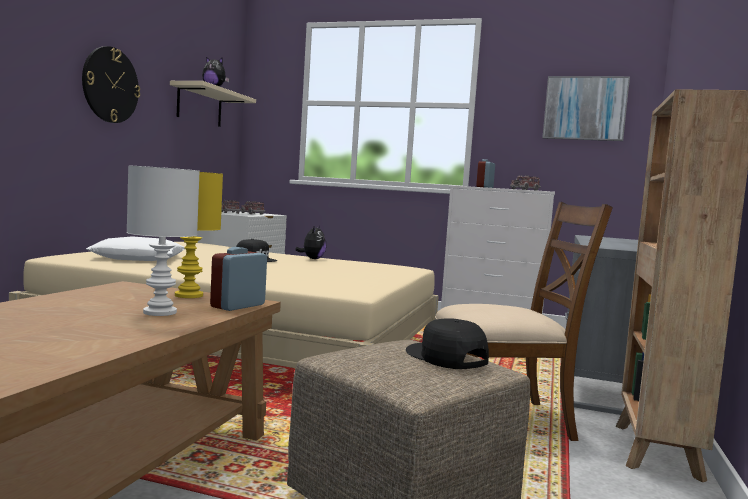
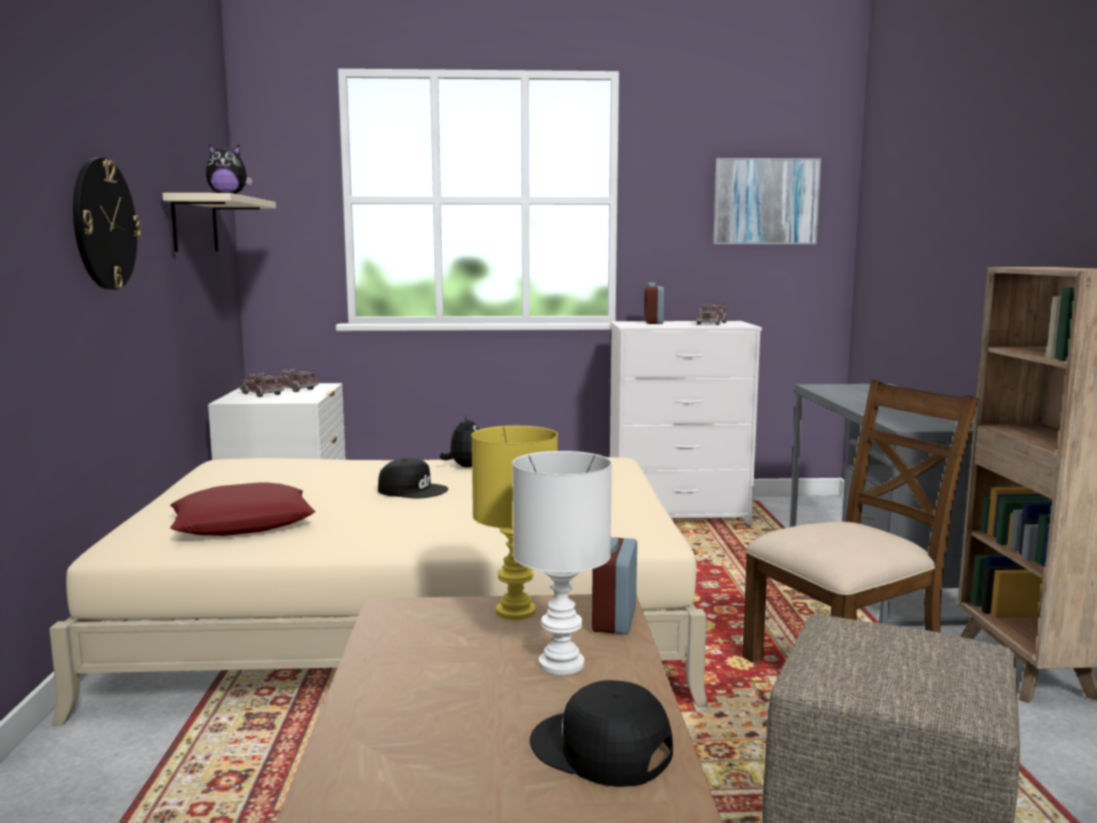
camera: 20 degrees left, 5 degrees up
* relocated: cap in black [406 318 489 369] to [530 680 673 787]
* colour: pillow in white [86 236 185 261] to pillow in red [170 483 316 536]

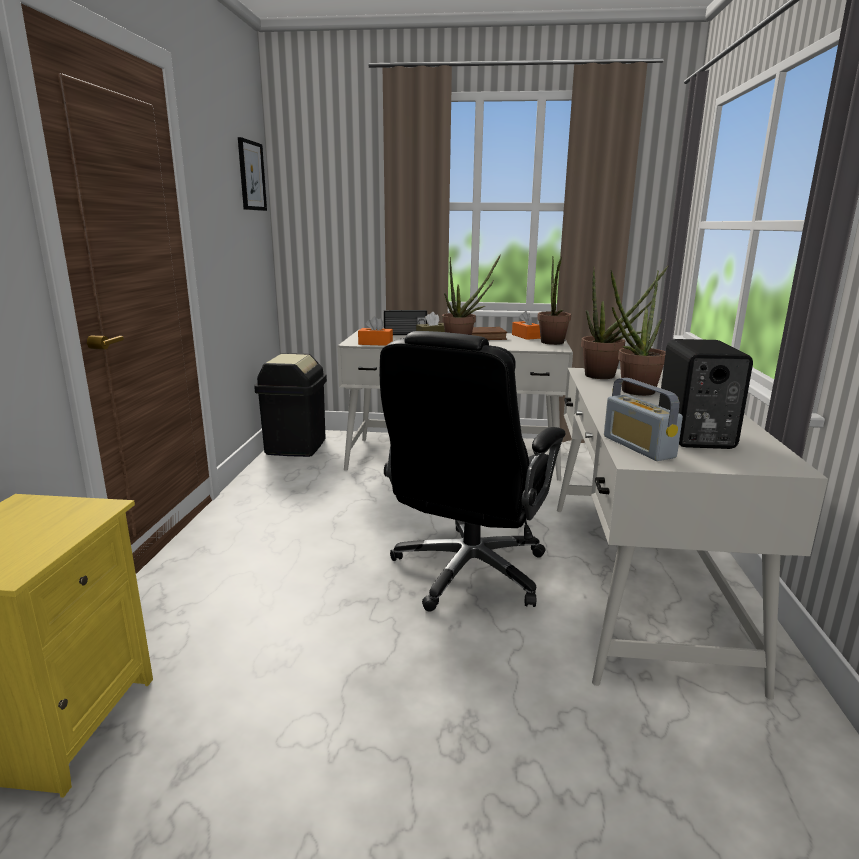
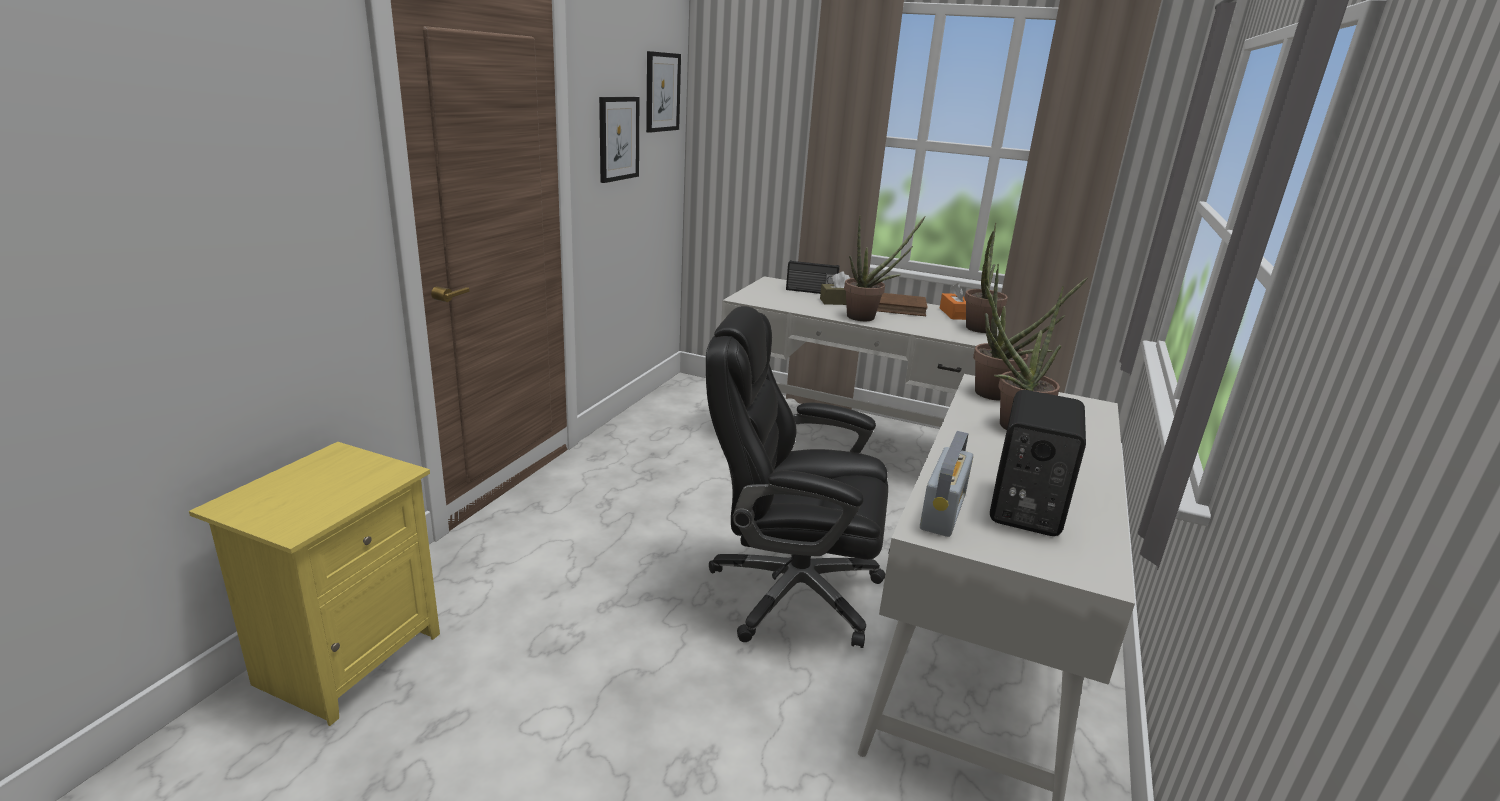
camera: 15 degrees right, 5 degrees up
* missing: trash can in black [254 353 327 457]
* missing: tissue box in orange [358 316 393 346]
* appeared: picture [599 97 639 183]
* spun: office chair in black [380 331 565 612] = [706 306 888 648] 60 degrees clockwise
* spun: radio [604 378 683 461] = [920 431 973 537] 150 degrees counterclockwise

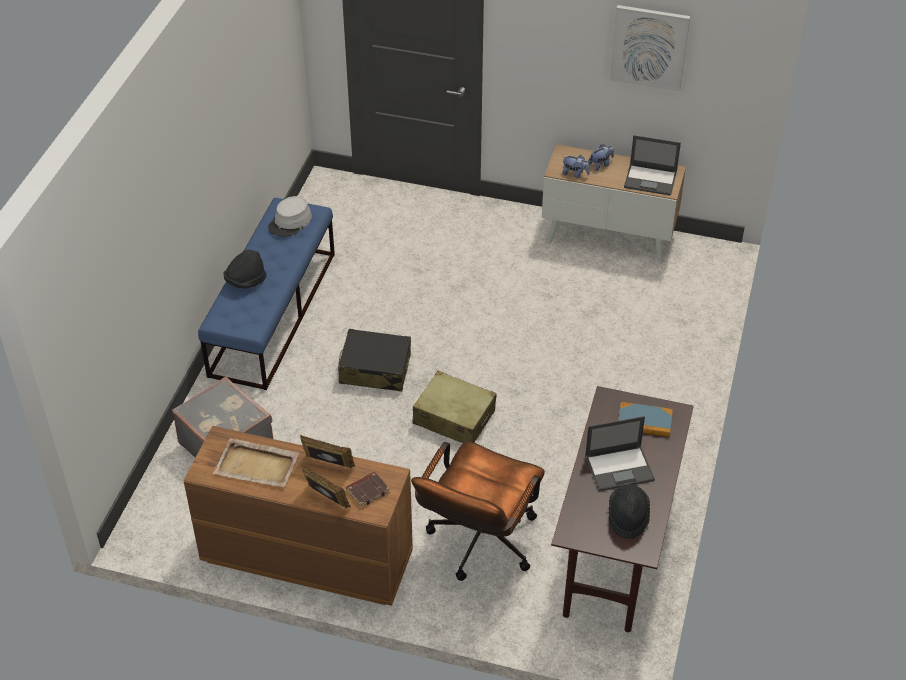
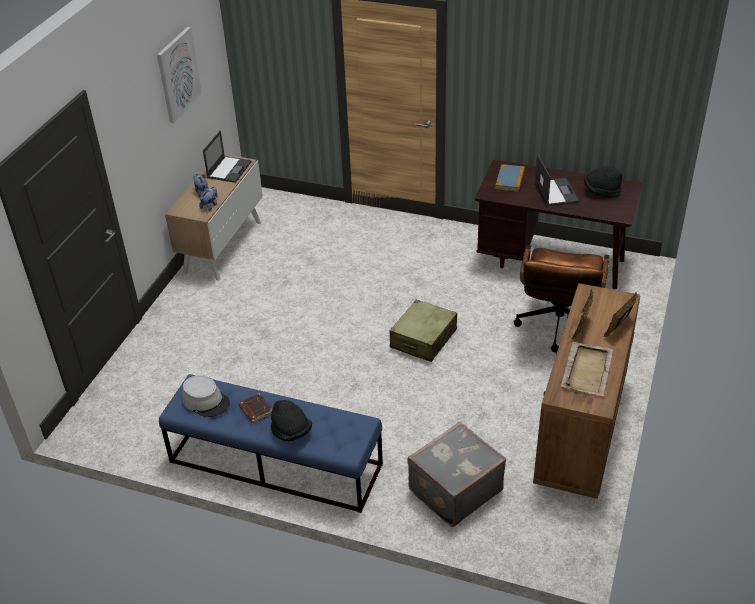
camera: 85 degrees left, 5 degrees down
* missing: suitcase in black [338 329 411 392]
* relocated: book in brown [346 471 390 508] to [238 393 272 423]
* spun: office chair in brown [411 441 545 581] = [513 245 609 352] 75 degrees clockwise

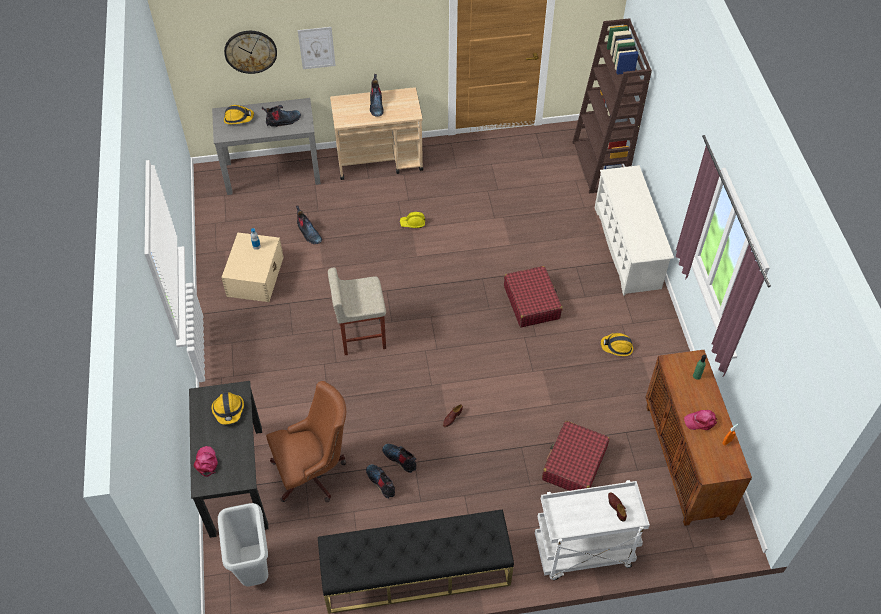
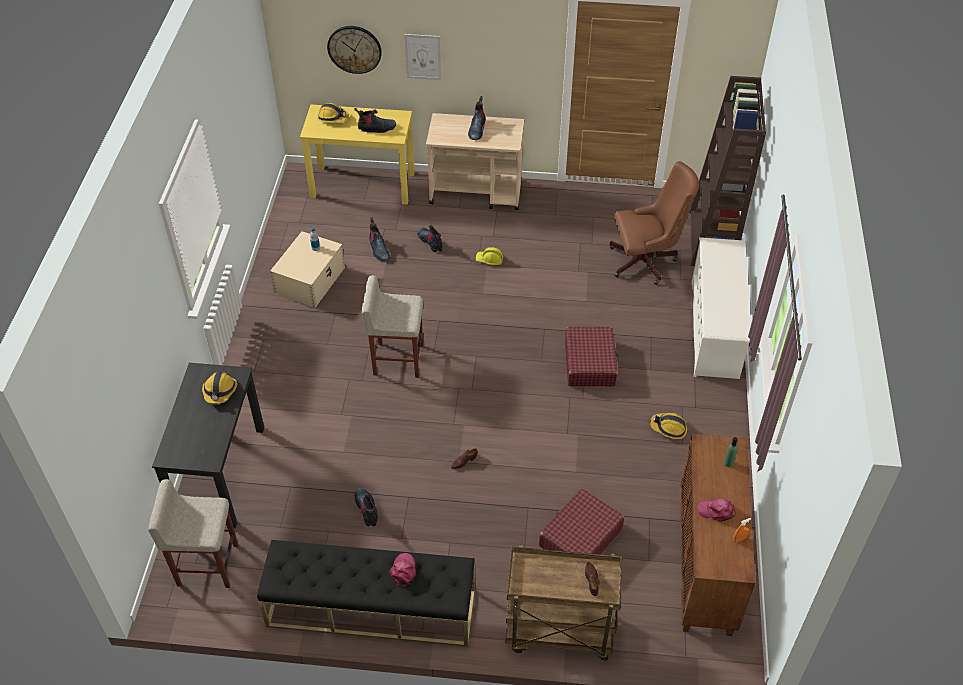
camera: 15 degrees right, 5 degrees down
* relocated: cap in pink [194 446 218 477] to [389 553 416 587]
* relocated: office chair in brown [266 381 346 502] to [609 161 699 285]
* relocated: boot [382 444 416 473] to [417 225 442 253]
* exchanged: trash can in grey [218 503 268 586] to stool in beige [148 479 238 588]
* colour: desk in grey [212 98 321 195] to desk in yellow [300 105 415 205]
* colour: cart in white [535 480 650 580] to cart in brown [505 545 622 661]

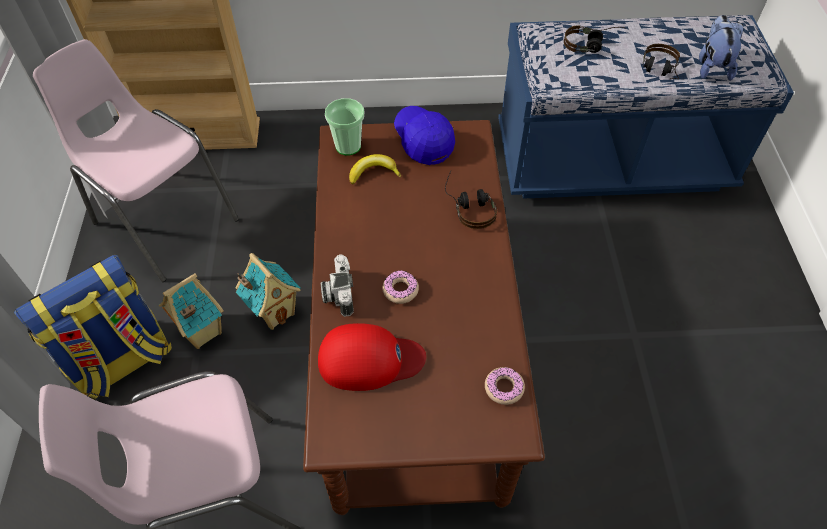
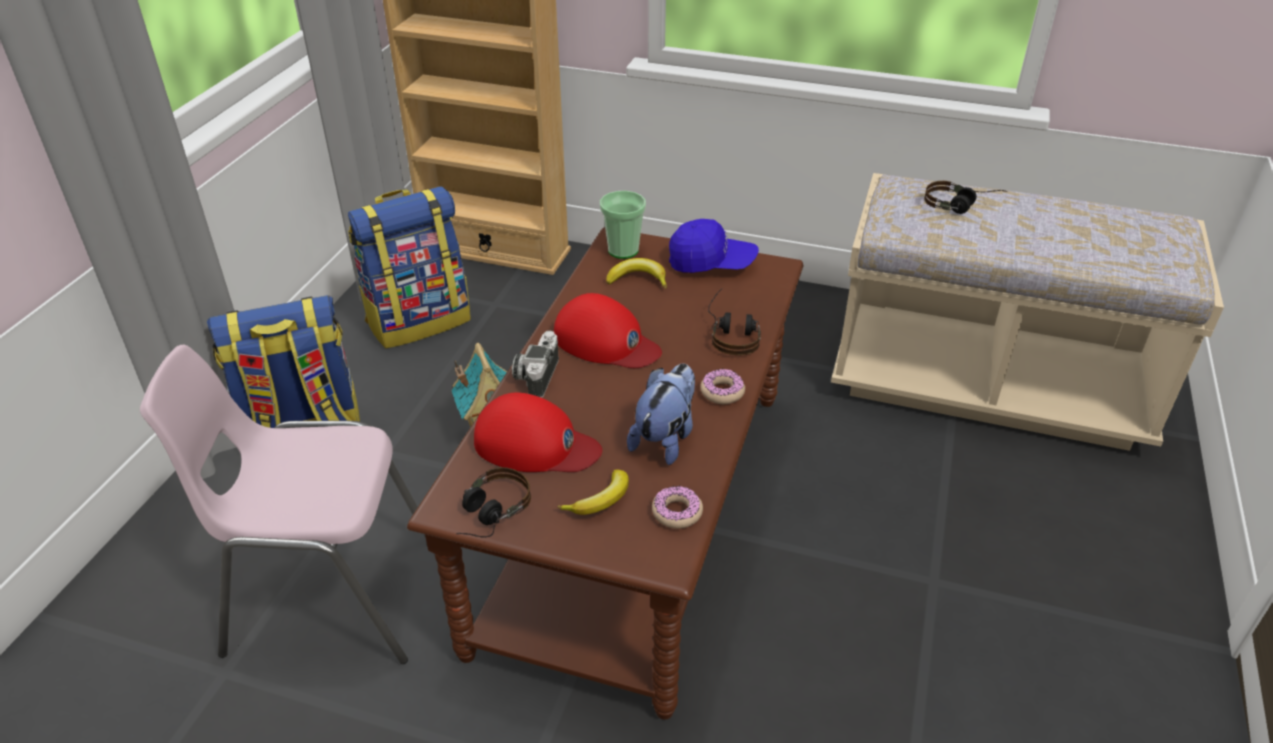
camera: 20 degrees right, 15 degrees down
* missing: toy house [159 273 224 349]
* appeared: cap in red [554 293 662 368]
* appeared: banana [557 470 629 515]
* relocated: donut [382 270 419 304] to [700 369 745 404]
* relocated: headphones [643 44 680 79] to [456 467 531 538]
* relocated: plush toy [699 15 743 81] to [627 363 695 465]
* exchanged: chair in pink [33 39 239 282] to backpack [348 186 471 349]
* colour: bench in blue [498 15 794 199] to bench in beige [831 173 1224 451]
* spun: cap in blue [394 106 455 165] = [669 219 759 273] 105 degrees clockwise

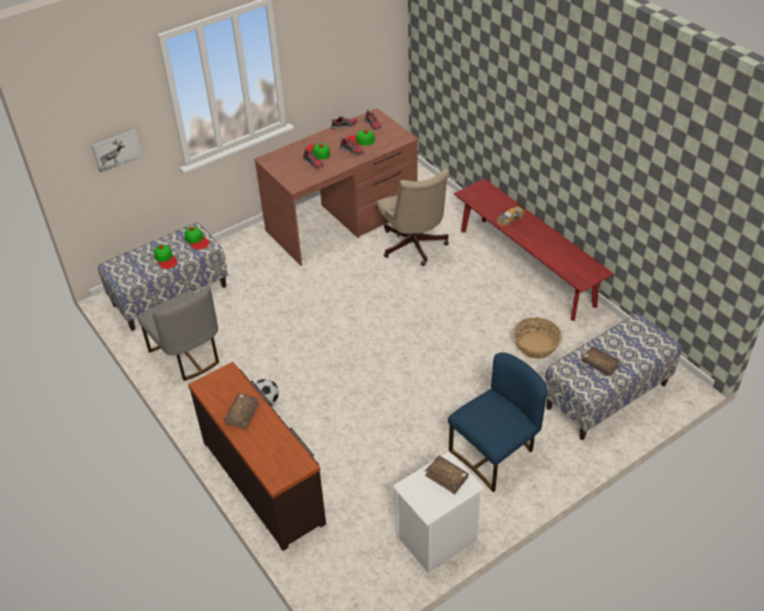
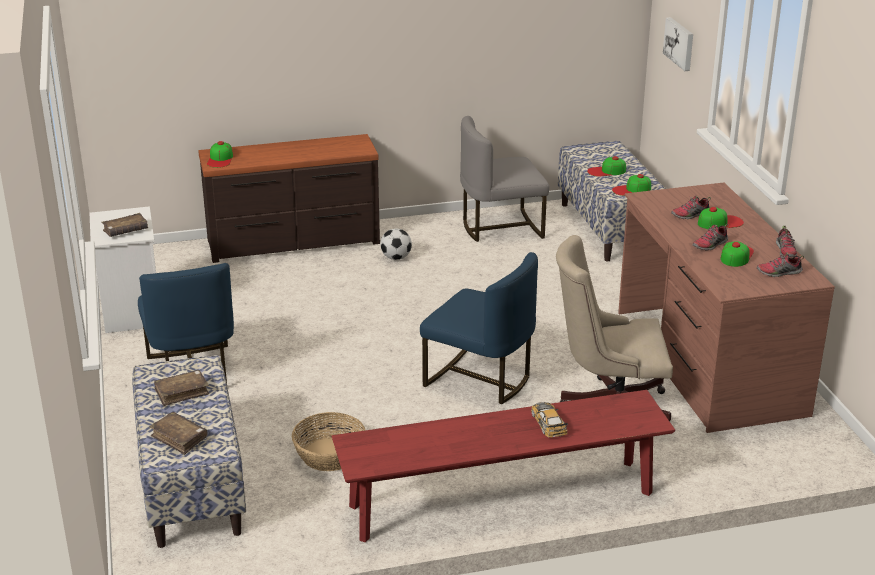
camera: 110 degrees right, 15 degrees down
* appeared: cap [207 141 233 168]
* appeared: chair in blue [420 252 538 404]
* relocated: book in brown [224 394 259 430] to [149 412 208 455]

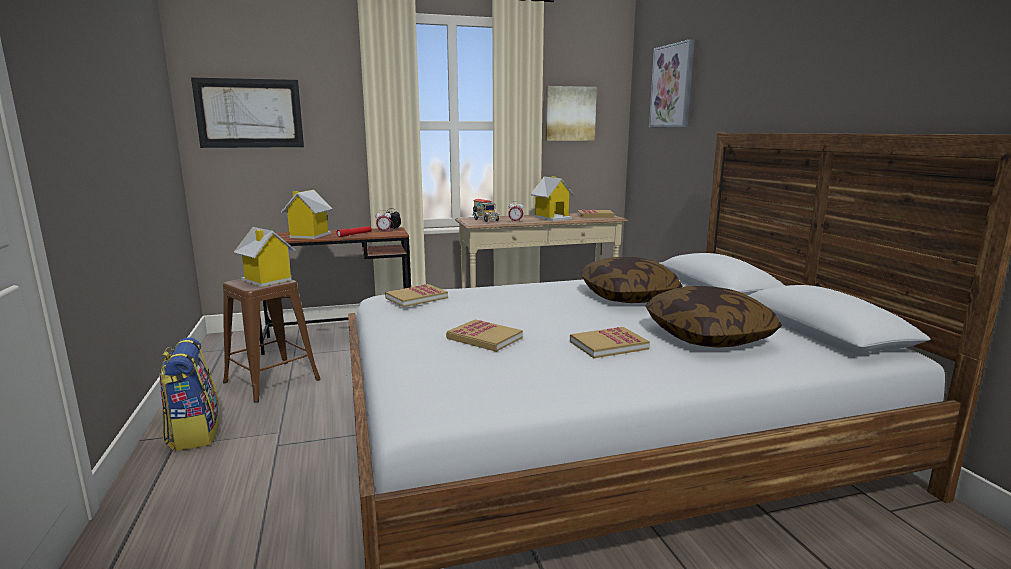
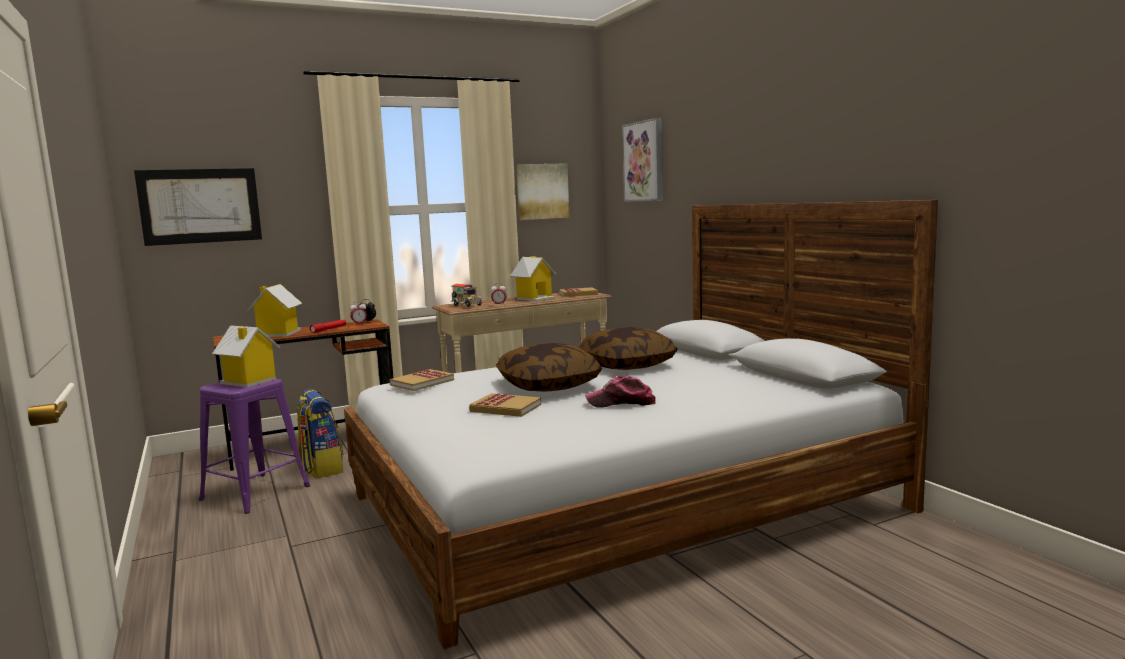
camera: 10 degrees left, 5 degrees down
* relocated: backpack [159 337 219 451] to [297 389 344 478]
* relocated: pillow [645 286 782 348] to [496 343 602 391]
* exchanged: book [570 327 650 358] to cap [585 376 656 407]
* colour: stool in brown [223 279 321 403] to stool in purple [199 379 310 514]

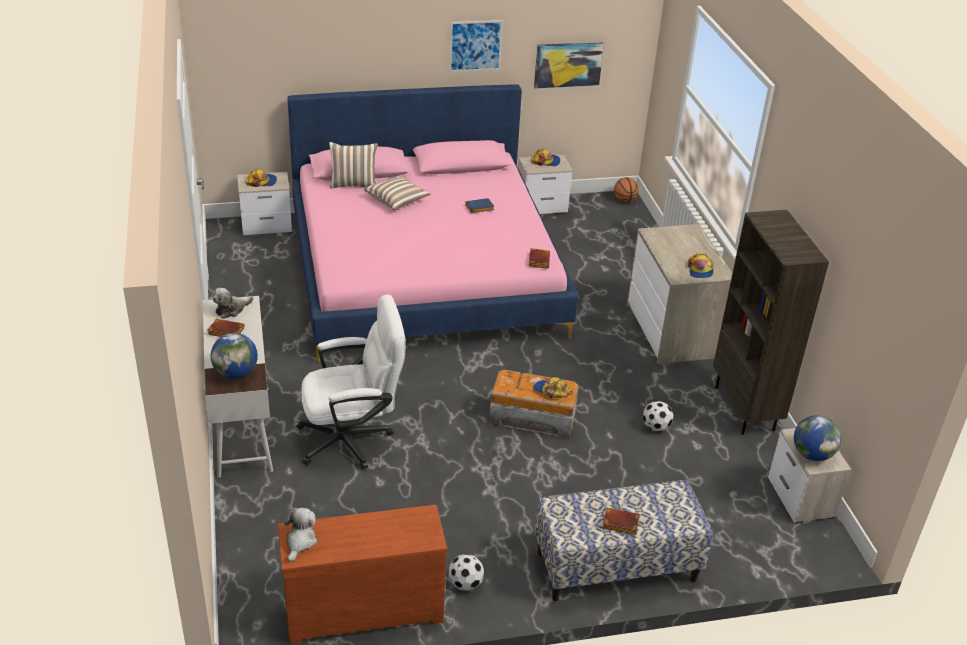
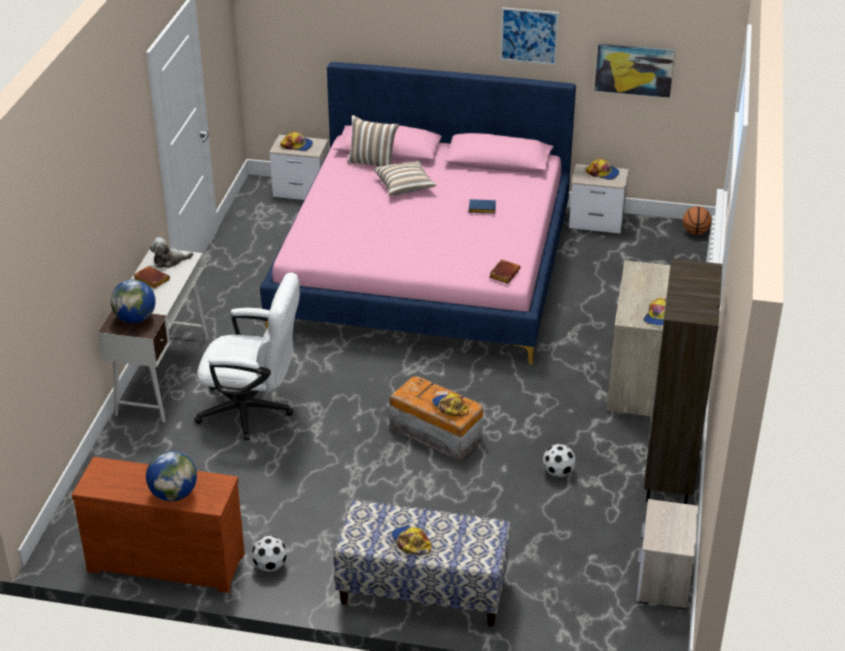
camera: 25 degrees right, 0 degrees up
* missing: plush toy [284 508 317 562]
* relocated: globe [794 415 841 461] to [146 451 197 501]
* exchanged: book in brown [603 508 640 535] to cap [392 526 431 555]

